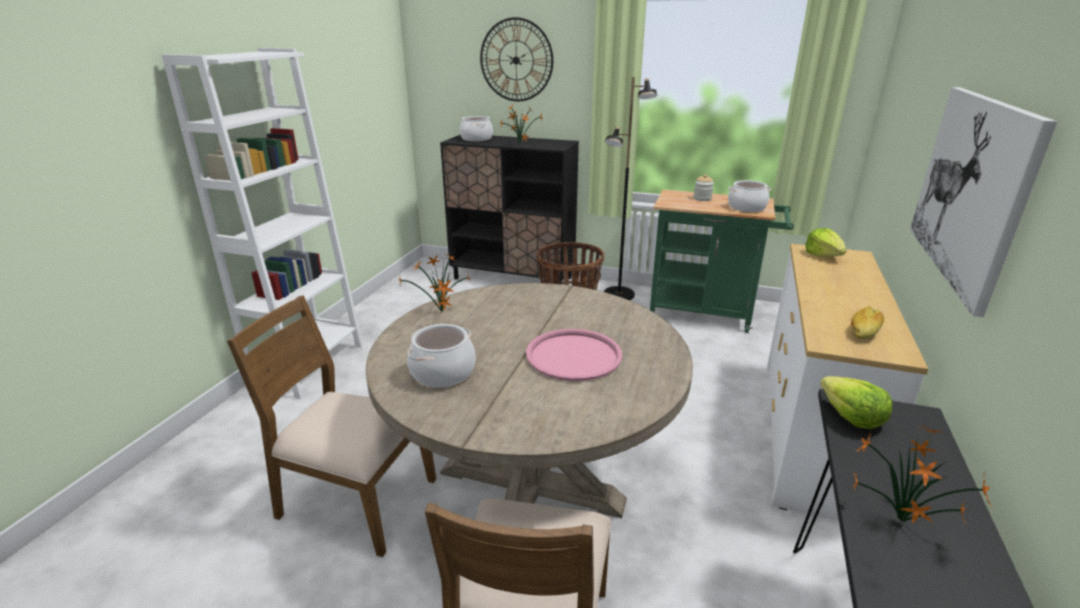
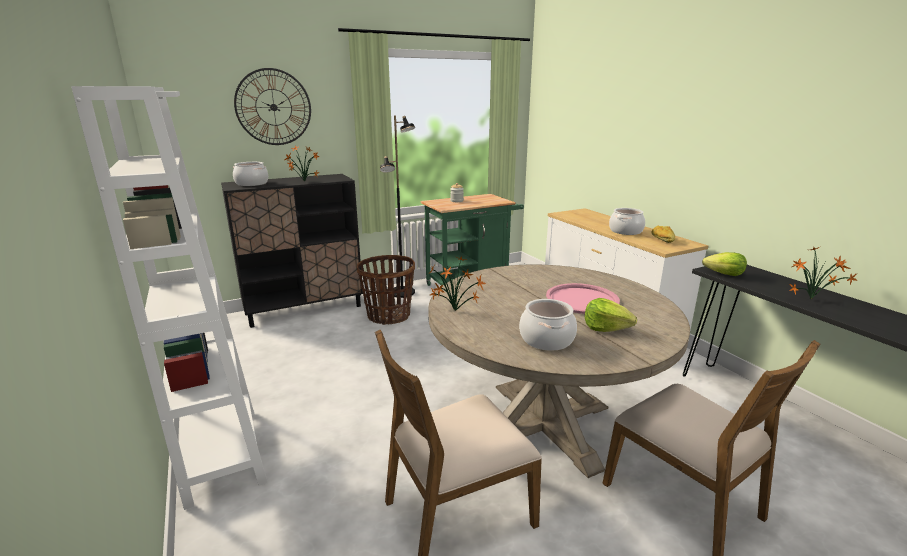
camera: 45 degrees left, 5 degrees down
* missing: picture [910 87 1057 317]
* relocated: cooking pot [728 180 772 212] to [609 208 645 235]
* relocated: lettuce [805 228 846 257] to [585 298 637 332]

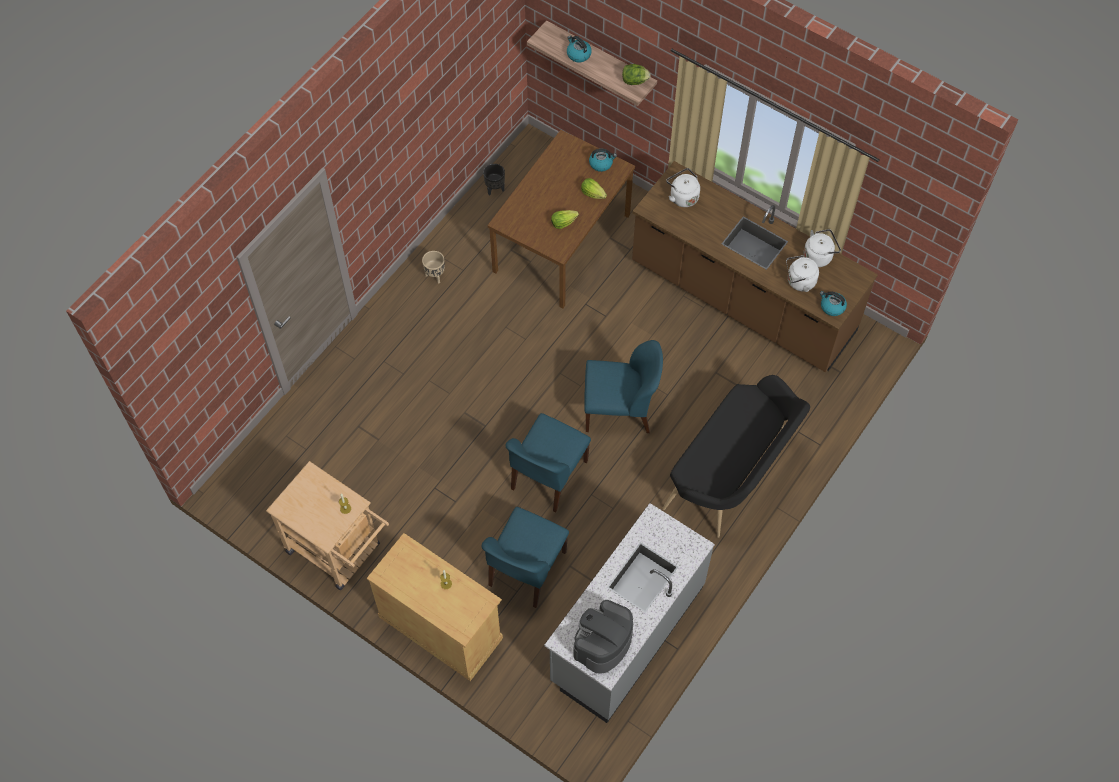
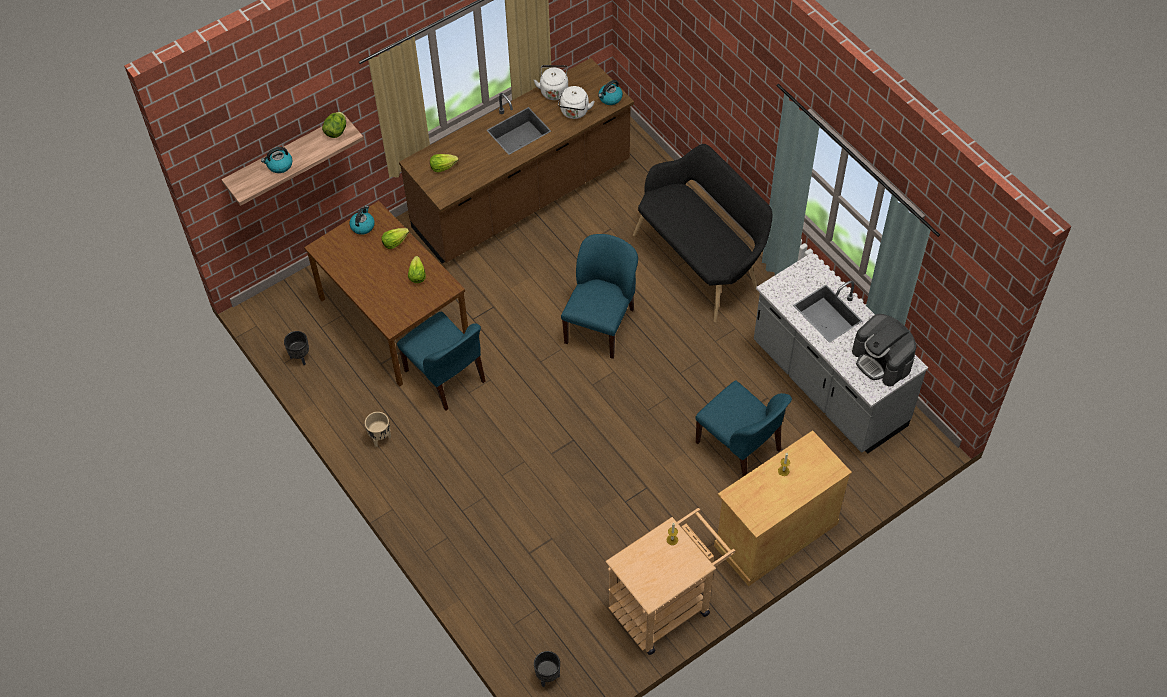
camera: 70 degrees left, 5 degrees down
* appeared: planter in black [534 651 560 687]
* relocated: chair in blue [506 413 591 512] to [397 312 486 411]
* exchanged: kettle in white [666 168 700 207] to lettuce [430 154 458 172]

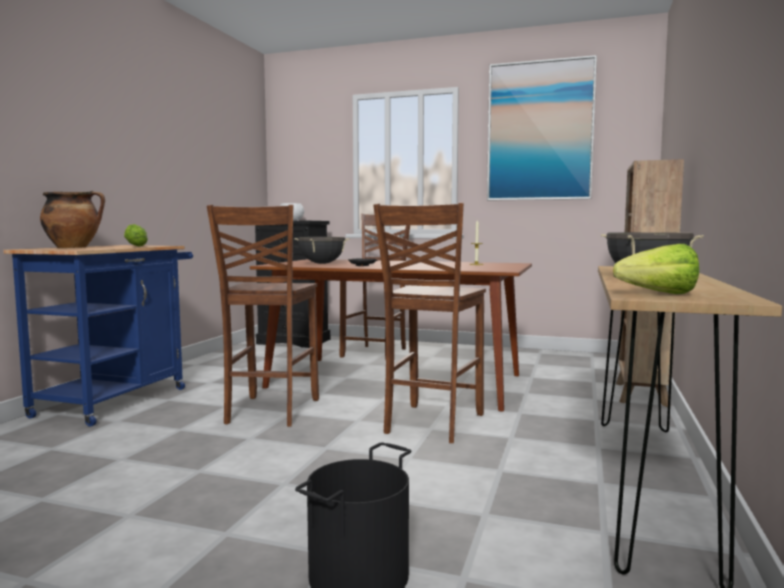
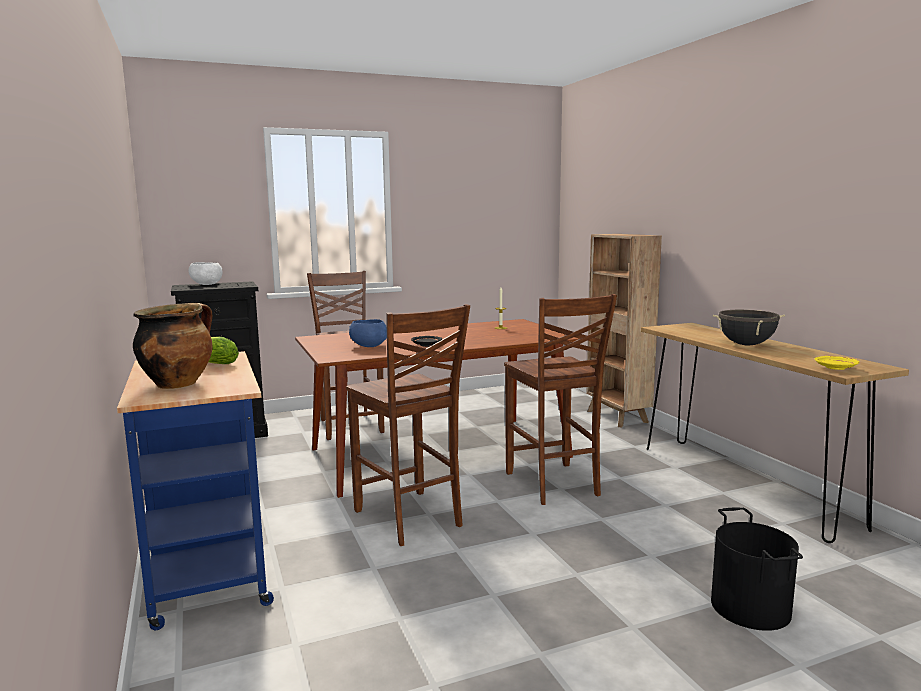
camera: 40 degrees left, 5 degrees up
* missing: picture [487 55 597 200]
* exchanged: cooking pot in black [295 237 350 264] to bowl in blue [349 319 387 347]
* exchanged: lettuce [613 244 699 294] to plate in yellow [815 356 859 370]

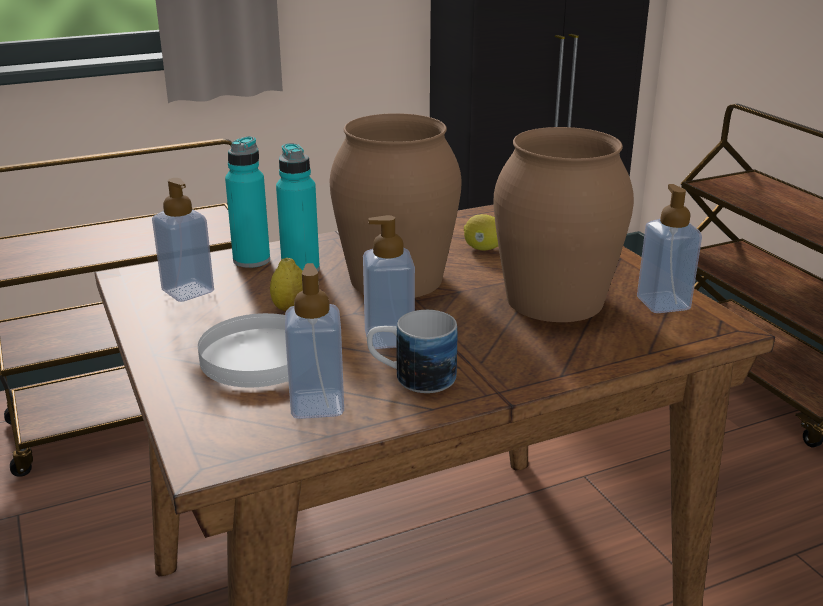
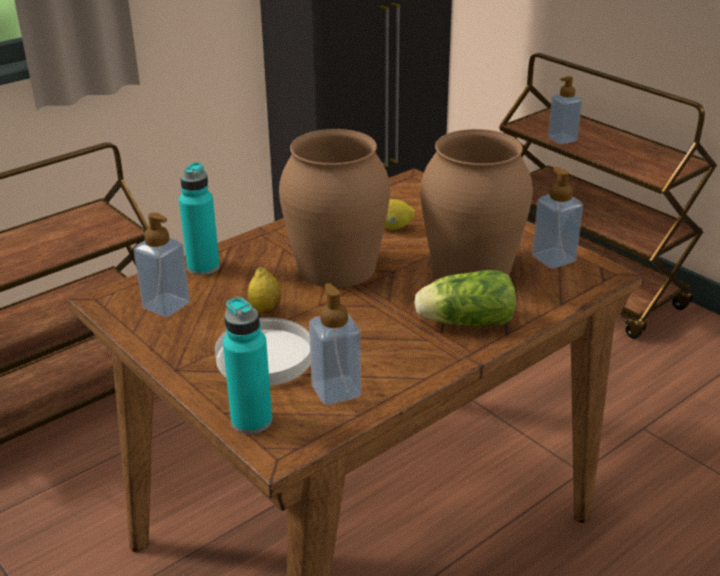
camera: 15 degrees left, 5 degrees up
* missing: mug [367 310 457 393]
* appeared: lettuce [414 270 516 326]
* relocated: bottle in turquoise [276 143 320 271] to [223 297 272 434]
* relocated: soap dispenser [363 215 415 349] to [548 76 582 144]

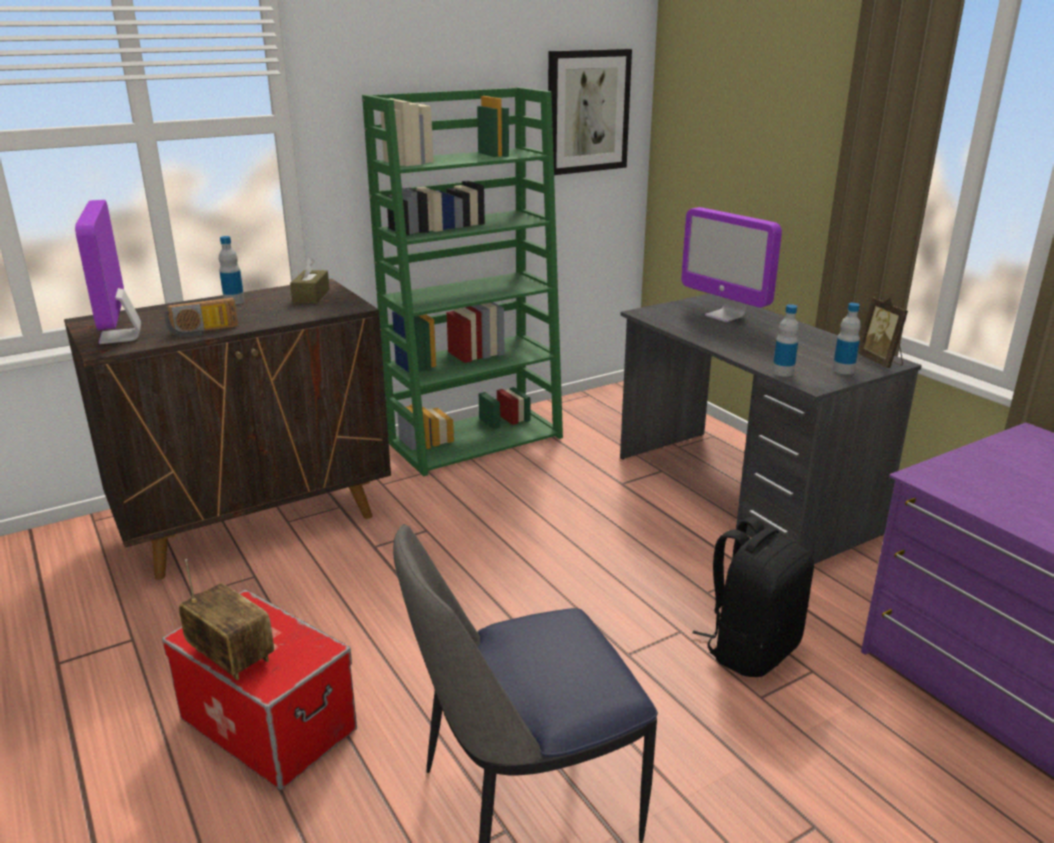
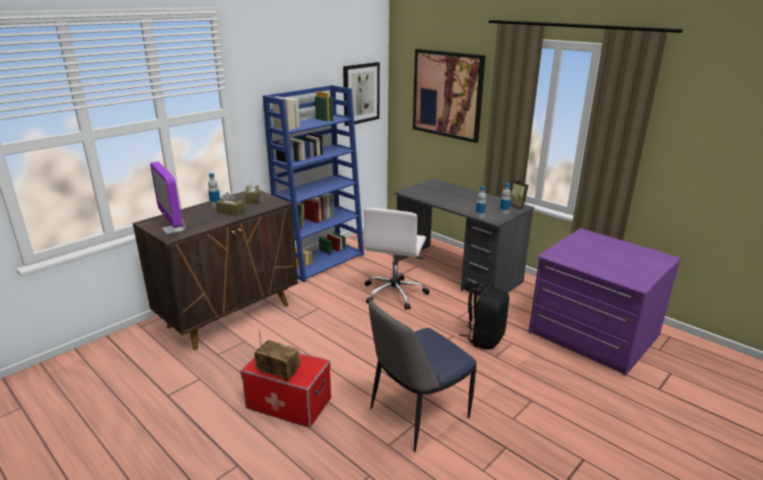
camera: 15 degrees left, 0 degrees up
* missing: radio [164 298 238 337]
* missing: monitor [681 207 782 322]
* appeared: tissue box in brown [215 192 245 216]
* appeared: office chair in white [364 208 430 310]
* appeared: picture [413 49 486 143]
* colour: bookcase in green [362 87 563 476] to bookcase in blue [263 85 364 283]

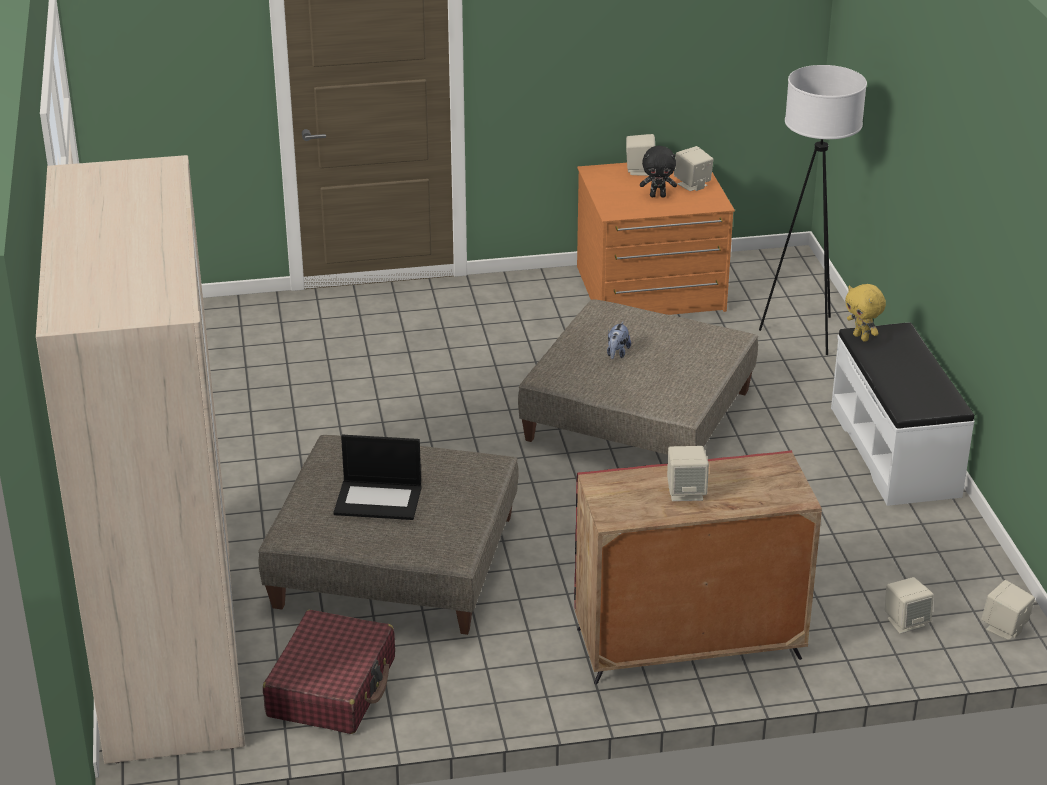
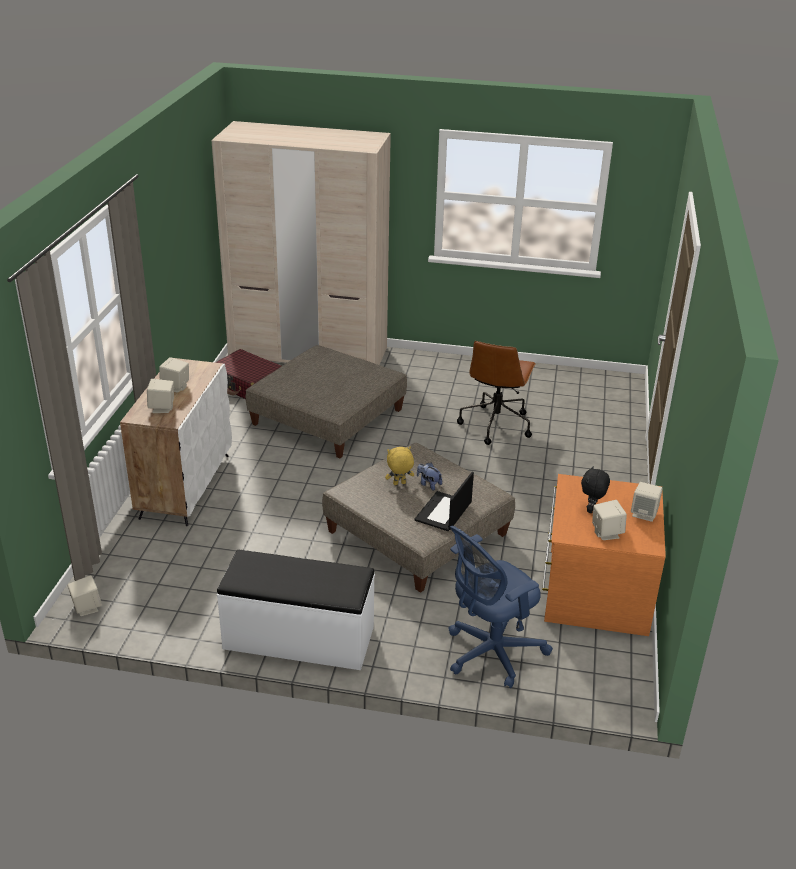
camera: 110 degrees right, 0 degrees up
* appeared: office chair in brown [457 341 536 445]
* relocated: laptop [333 435 422 520] to [414 472 474 531]
* relocated: plush toy in yellow [845 284 886 342] to [385 447 414 485]
* relocated: speaker in beige [885 577 934 634] to [147 379 174 413]
* exchanged: floor lamp in white [759 65 867 355] to office chair in blue [448 526 553 689]
* colour: cabinet in red [574 450 822 684] to cabinet in white [120 358 232 526]

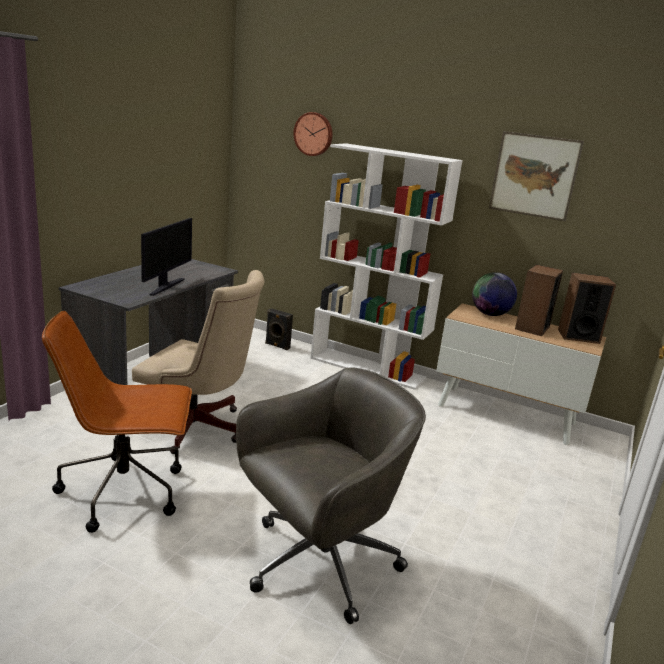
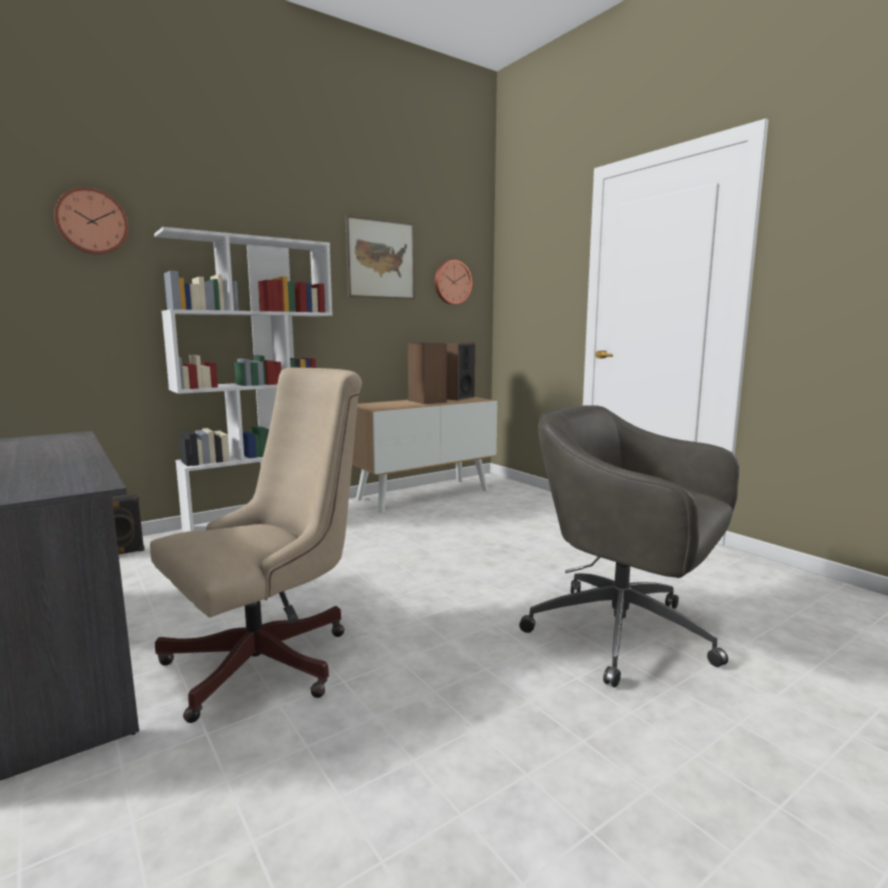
camera: 60 degrees left, 10 degrees down
* missing: office chair in brown [42 311 192 533]
* missing: monitor [141 218 192 296]
* missing: globe [472 272 517 316]
* appeared: wall clock [435 260 472 305]
* spun: office chair in grey [236 368 426 624] = [519 405 739 687] 45 degrees counterclockwise

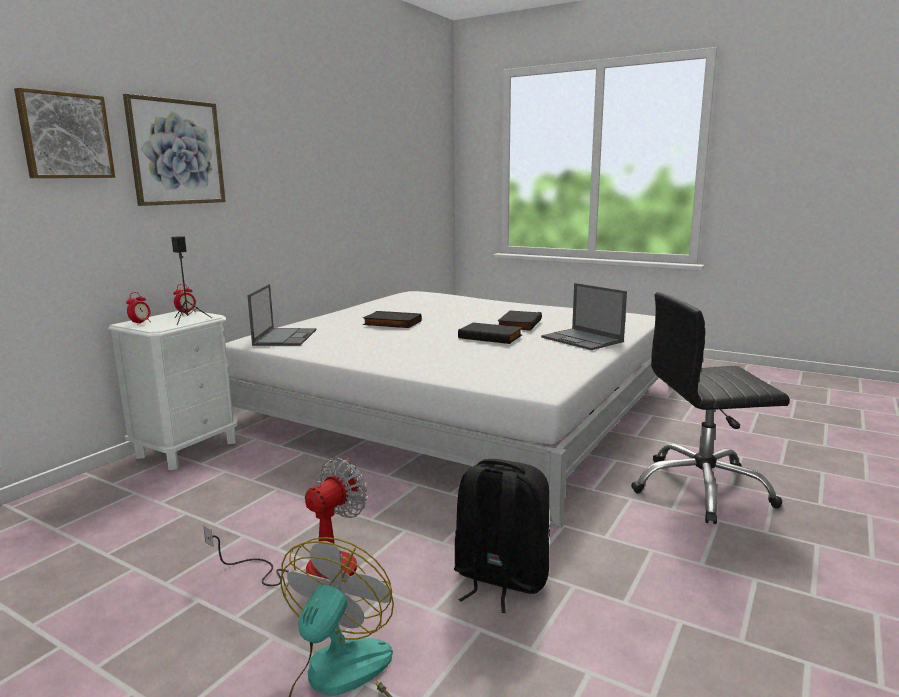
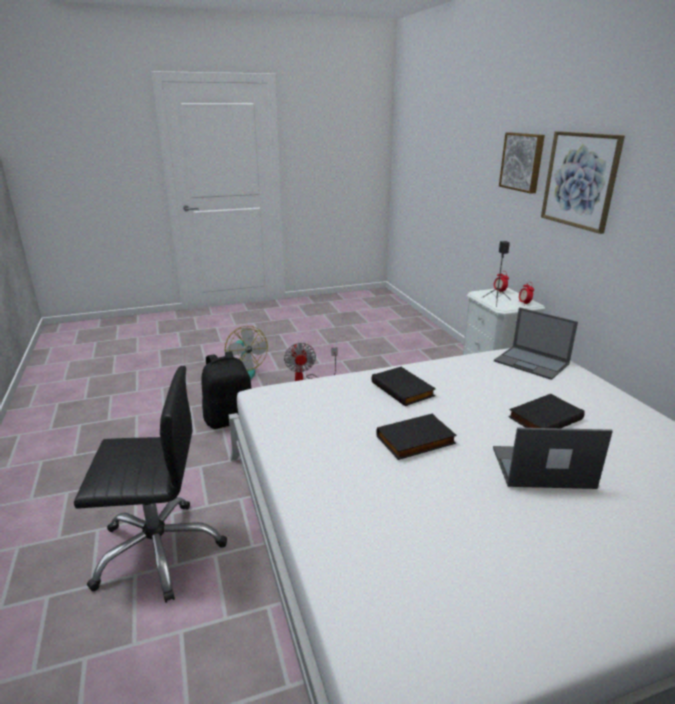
camera: 130 degrees right, 10 degrees up
* relocated: book in black [498 311 542 331] to [371 367 436 406]
* relocated: laptop [541 283 627 350] to [493 428 613 489]
* spun: office chair in black [631 292 790 524] = [74 366 227 603] 45 degrees clockwise

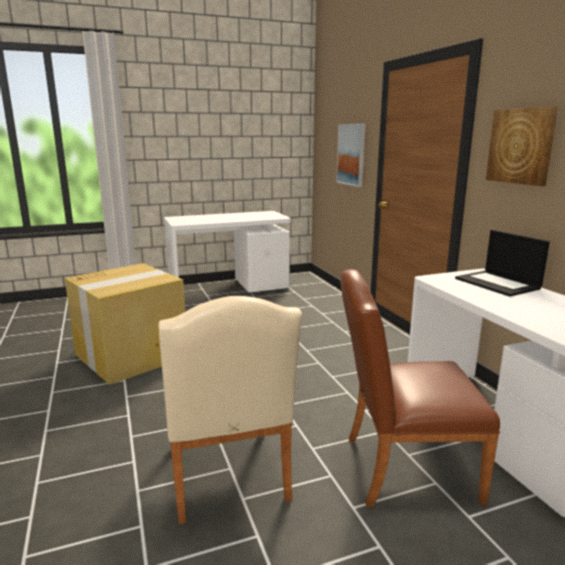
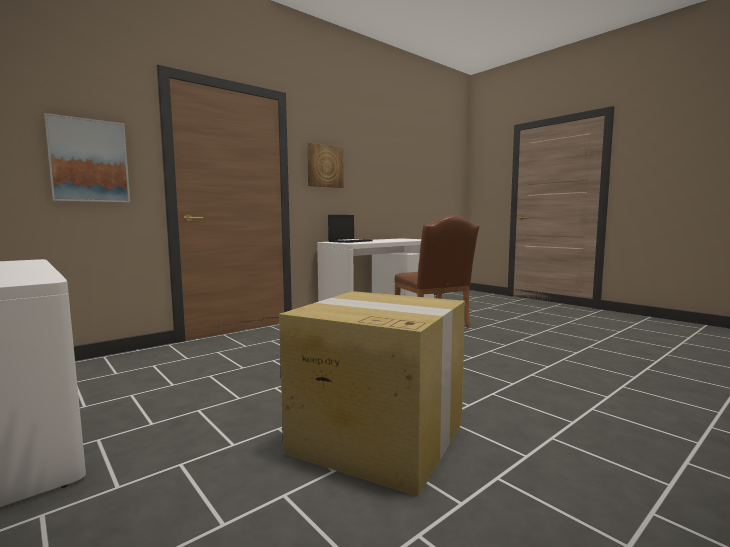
camera: 110 degrees left, 10 degrees down
* missing: chair in beige [158 296 302 524]

